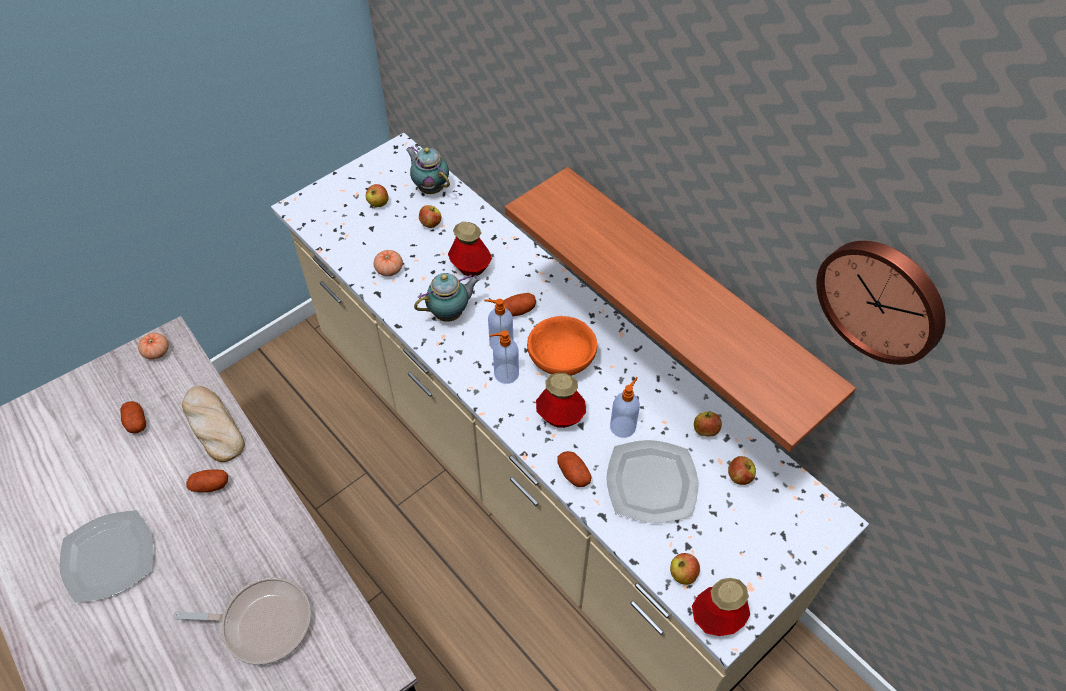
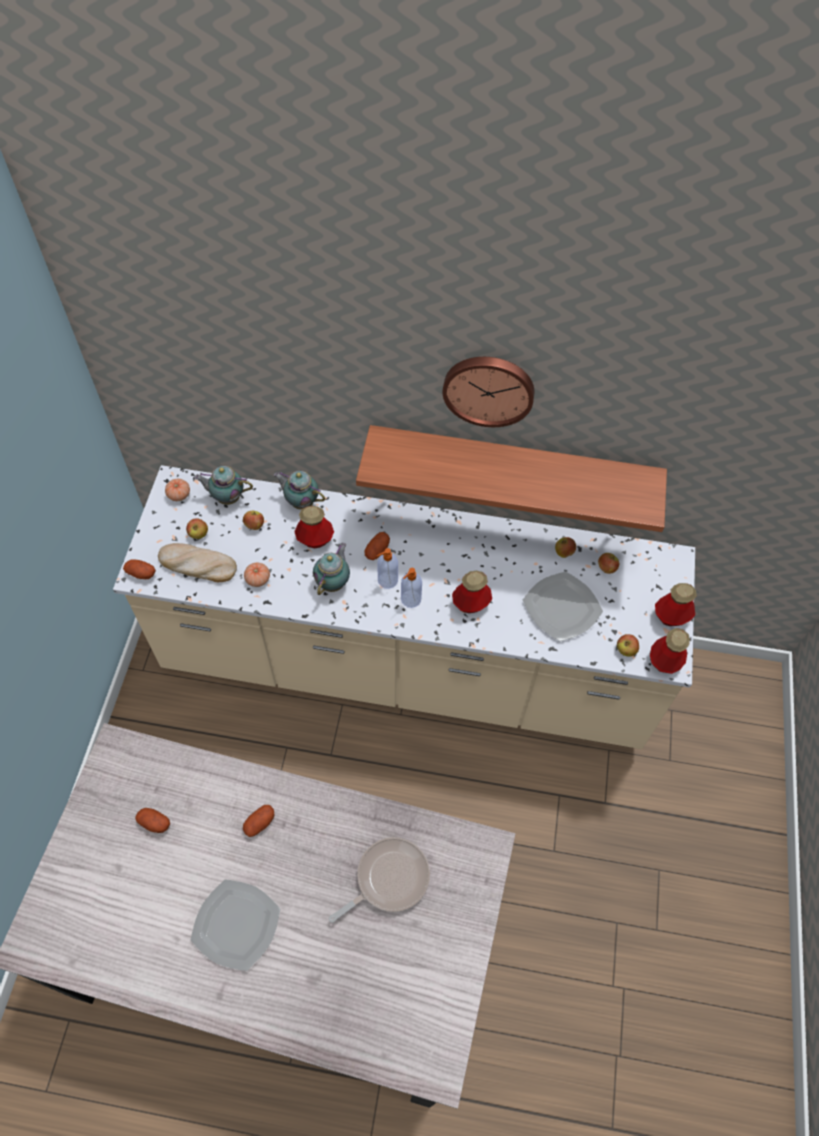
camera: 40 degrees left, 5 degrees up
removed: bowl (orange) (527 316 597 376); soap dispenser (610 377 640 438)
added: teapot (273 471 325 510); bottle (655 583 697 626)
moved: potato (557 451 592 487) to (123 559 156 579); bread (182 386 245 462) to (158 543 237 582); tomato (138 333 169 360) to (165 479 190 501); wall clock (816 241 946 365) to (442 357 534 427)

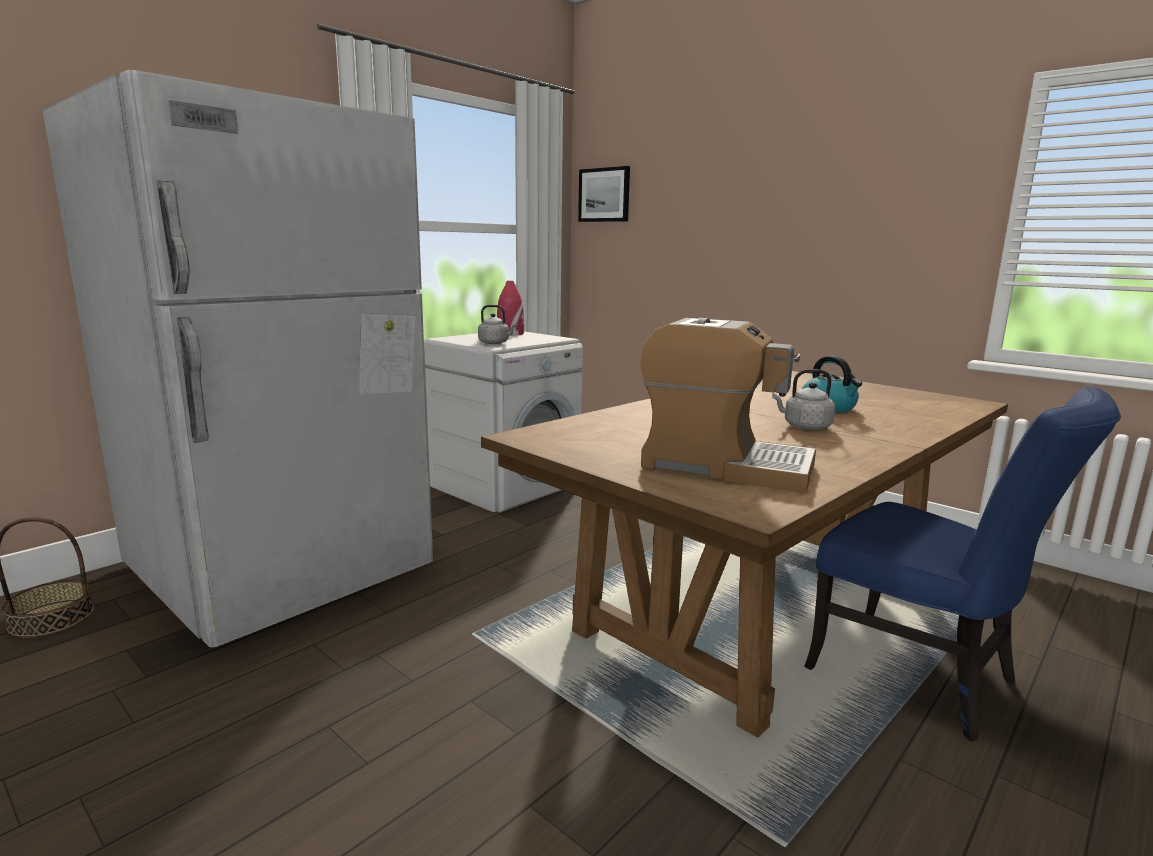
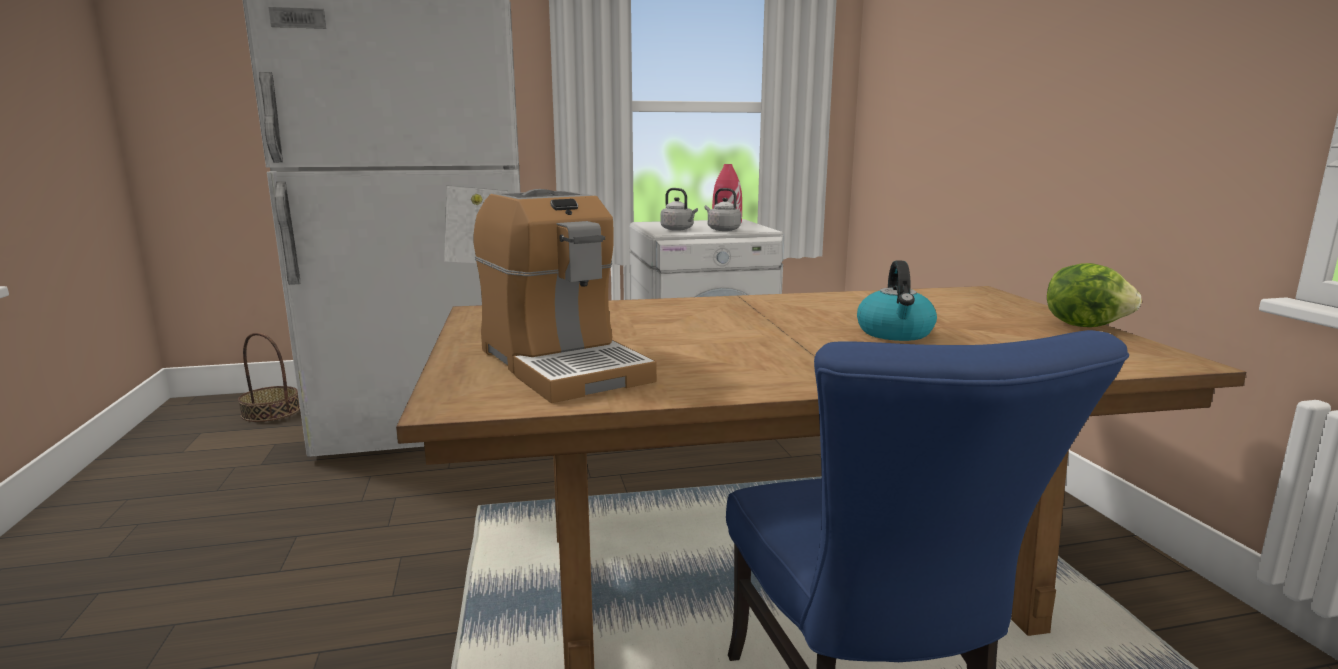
camera: 35 degrees right, 0 degrees up
removed: picture (578 166 630 222)
added: lettuce (1047 263 1142 327)
moved: kettle (grey) (772 369 836 430) to (704 188 741 231)

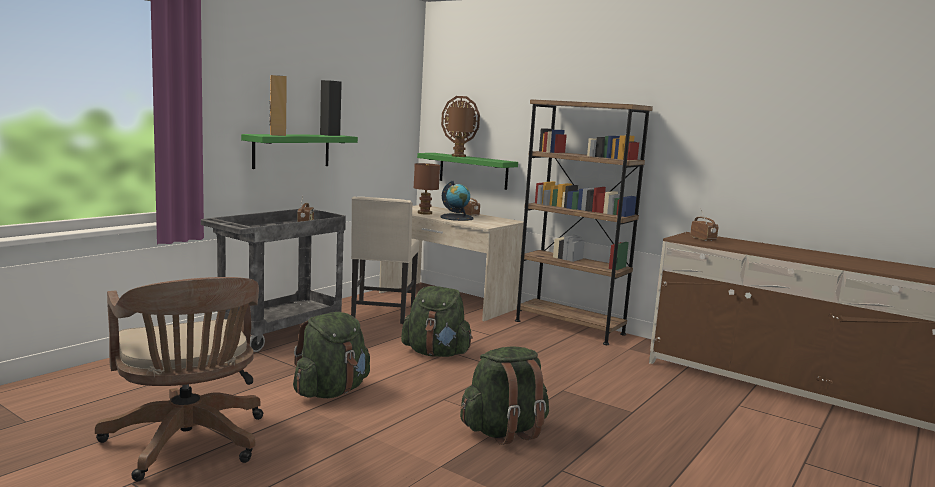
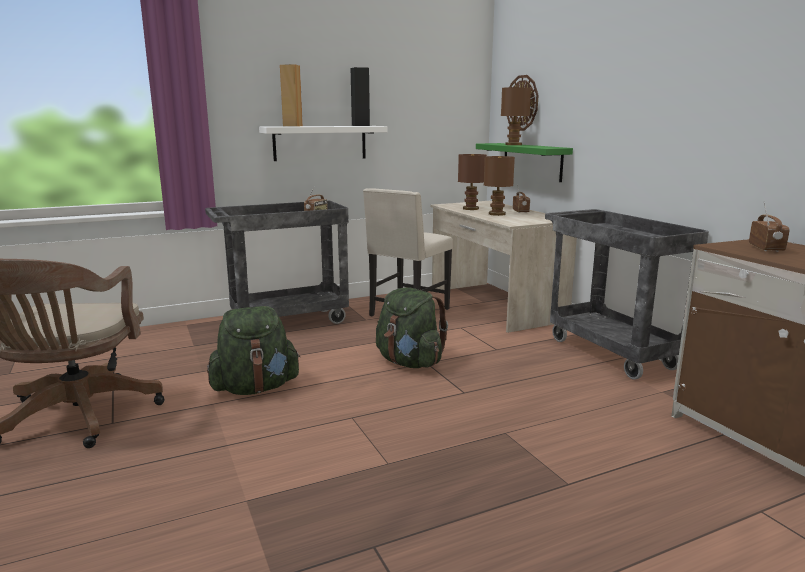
camera: 30 degrees right, 5 degrees up
removed: backpack (green) (460 347 549 445)
replaced: globe (440 181 474 221) to table lamp (brown) (484 156 515 216); bookcase (brown) (515 99 653 345) to cart (grey) (545 209 709 380)
recoloured: shelf (green) (241 134 358 169) to shelf (white) (259 126 388 161)

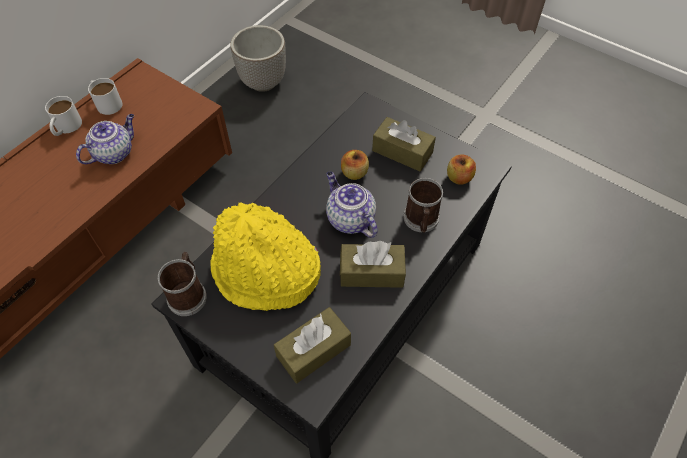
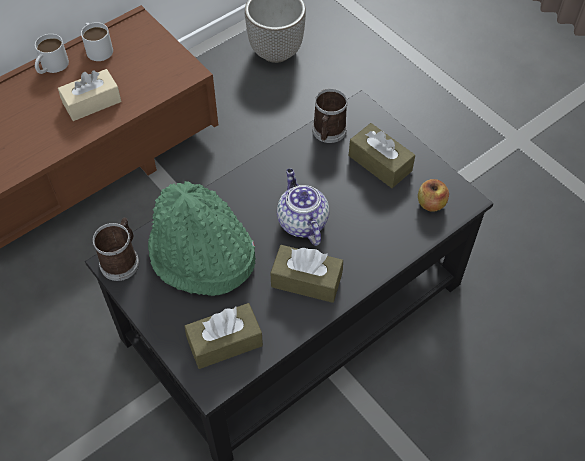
camera: 15 degrees right, 0 degrees up
removed: apple (341 150 369 180)
moved: mug (403 178 443 232) to (312 89 347 143)
replaced: teapot (76 114 134 164) to tissue box (beige) (58 69 121 121)
recoloured: hat (yellow) (210 202 321 311) to hat (green) (148 181 256 296)

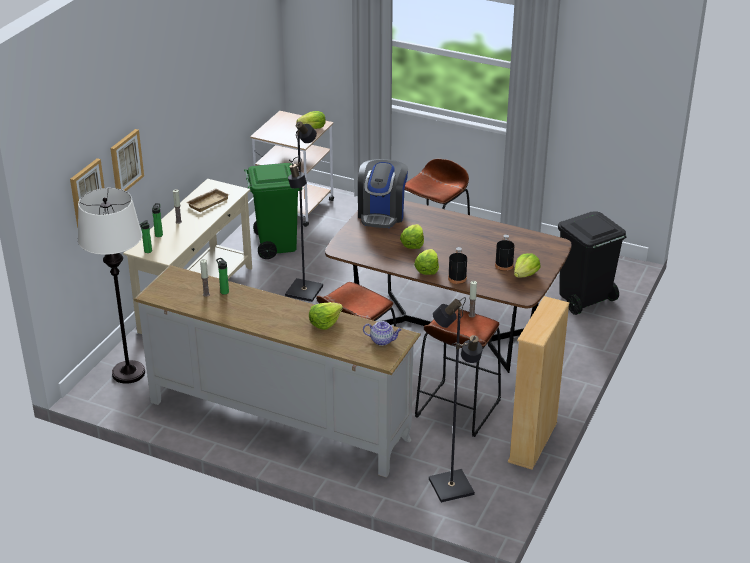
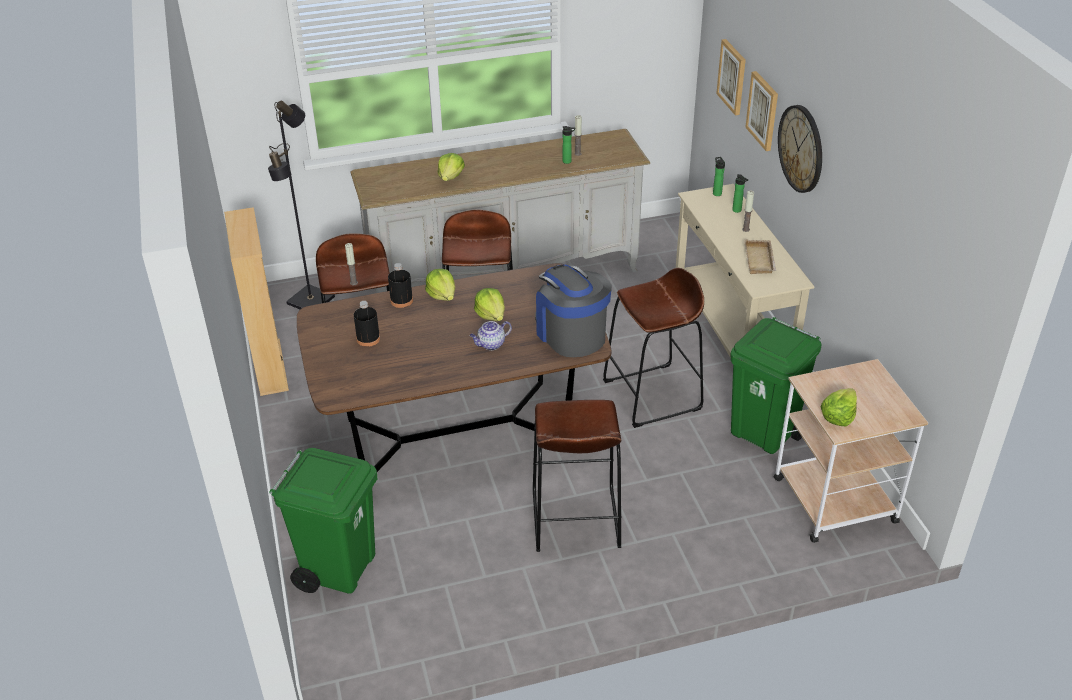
camera: 140 degrees right, 5 degrees up
removed: floor lamp (white) (78 188 145 384); lettuce (514 253 541 278)
added: wall clock (778 105 822 193)
moved: teapot (363 321 402 346) to (470 321 512 350)
replaced: floor lamp (black) (285 122 323 302) to stool (brown) (603 268 704 428)
recoloured: trash can (black) (558 211 627 315) to trash can (green) (269 448 377 594)

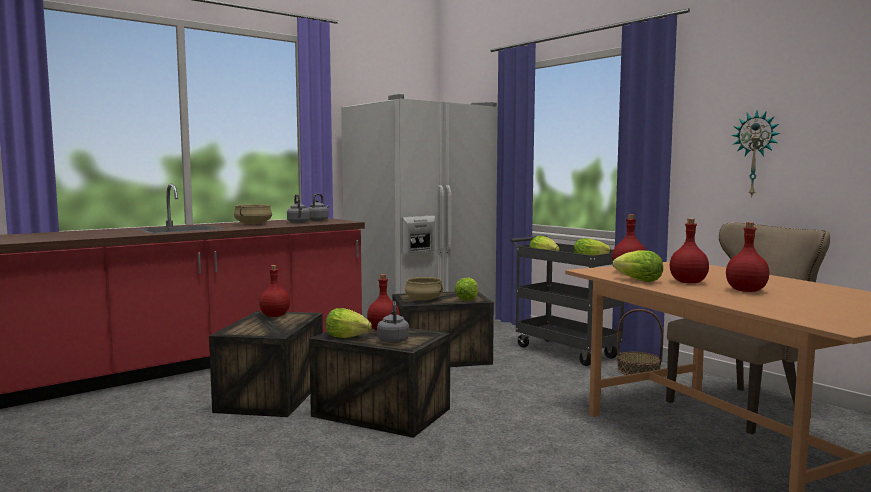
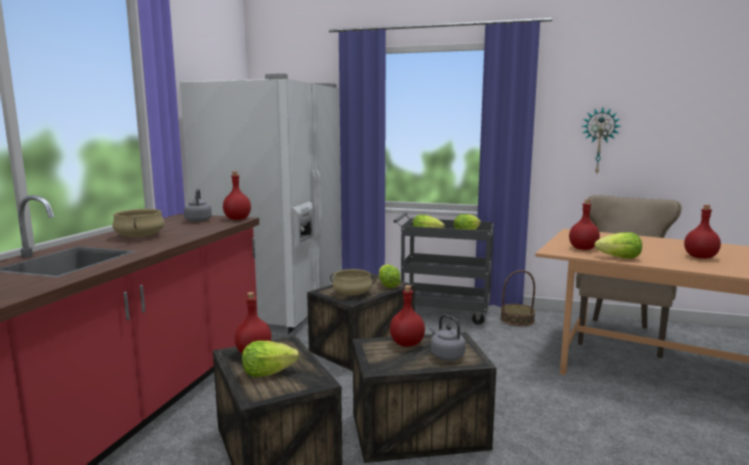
camera: 35 degrees left, 5 degrees up
removed: kettle (grey) (287 194 310 223)
moved: bottle (red) (670 218 709 283) to (223 171 251 220); lettuce (325 308 372 338) to (242 341 299 377)

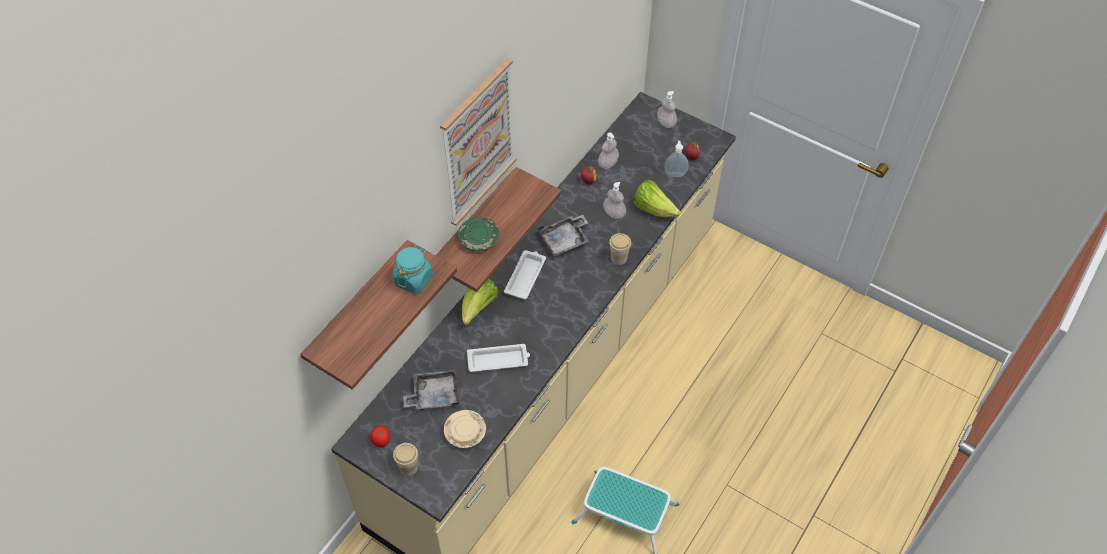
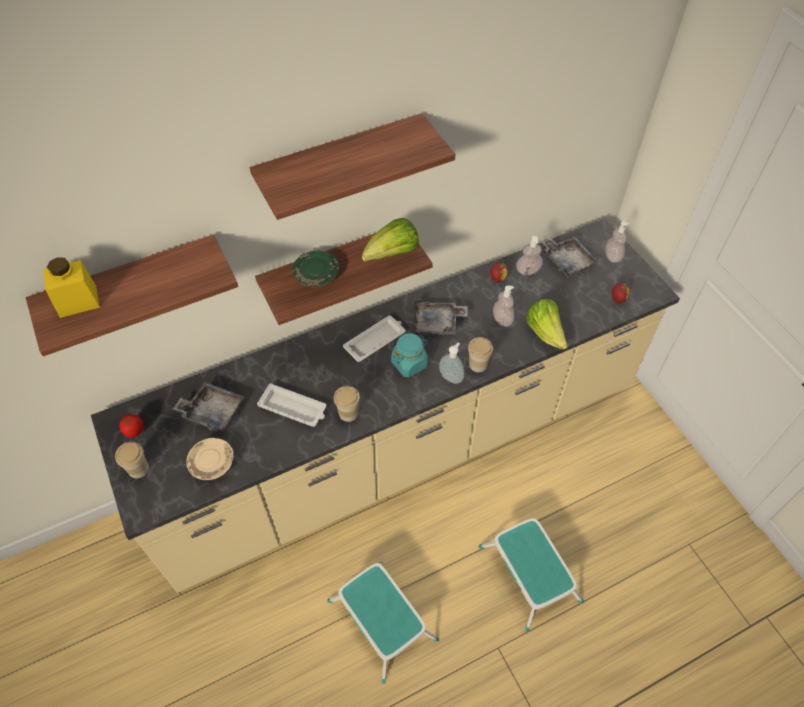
camera: 30 degrees right, 0 degrees up
added: jar (yellow) (43 257 100 318); cup (334 386 360 422); step ladder (turquoise) (478 518 584 632); tray (grey) (541 236 598 277)
moved: lettuce (461 279 499 325) to (362 218 419 262); jar (turquoise) (392 246 433 294) to (391 333 428 377); soap dispenser (665 141 688 177) to (439 343 464 384)
replaced: picture (440 58 516 226) to shelf (250 113 455 220)

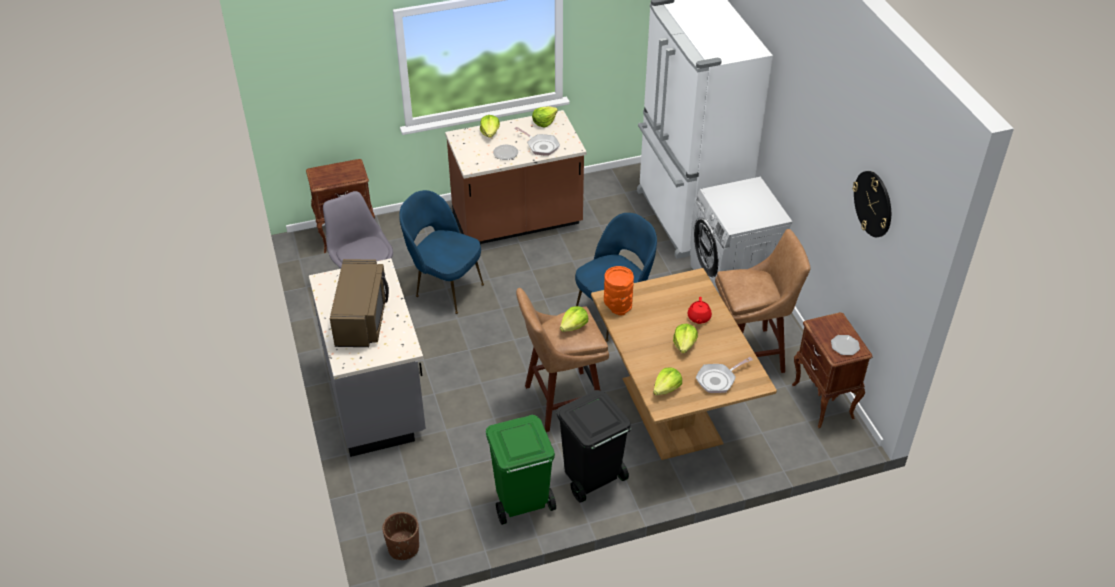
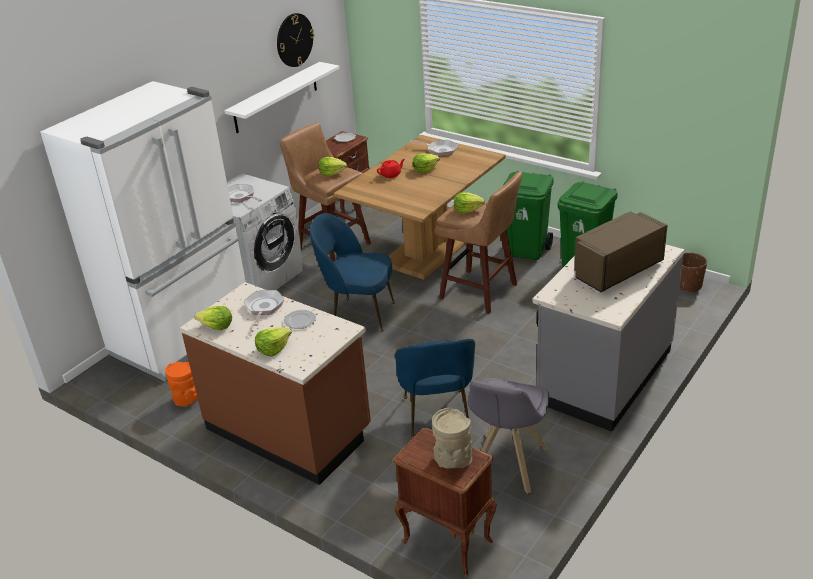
camera: 125 degrees left, 10 degrees down
added: shelf (white) (224 62 340 133); frying pan (228 184 262 202); vase (beige) (432 407 472 469)
moved: vase (orange) (604 266 634 316) to (165 362 198 407); lettuce (653 368 682 396) to (319 157 347 176)
recoloured: trash can (black) (557 390 631 503) to trash can (green) (503 171 554 260)

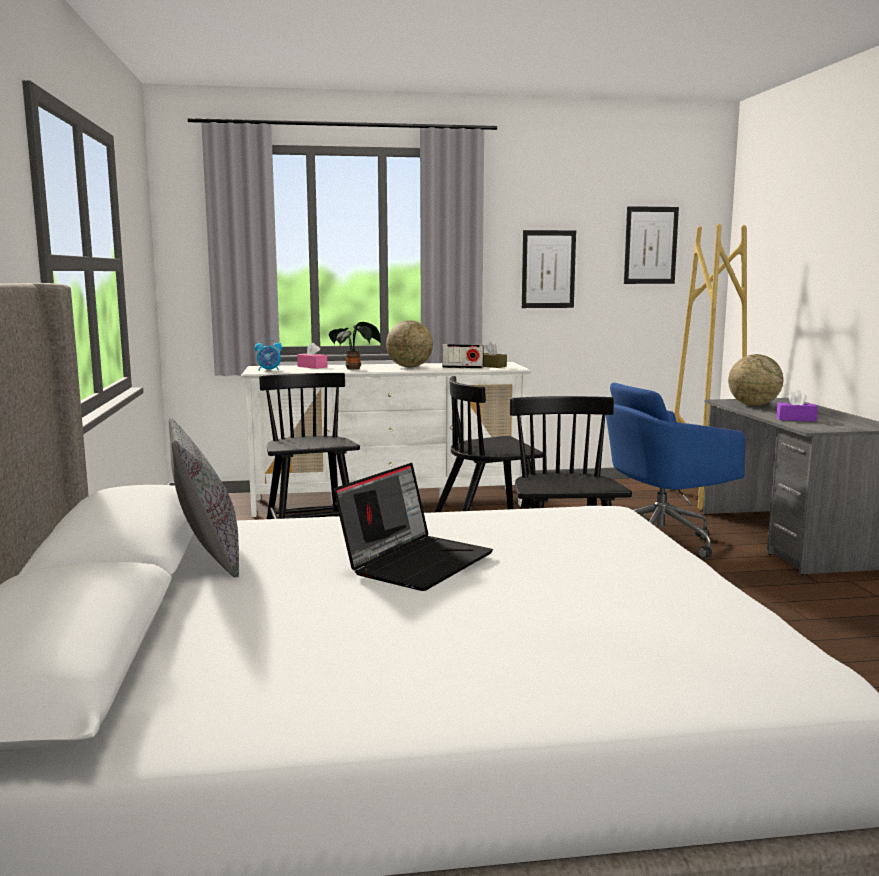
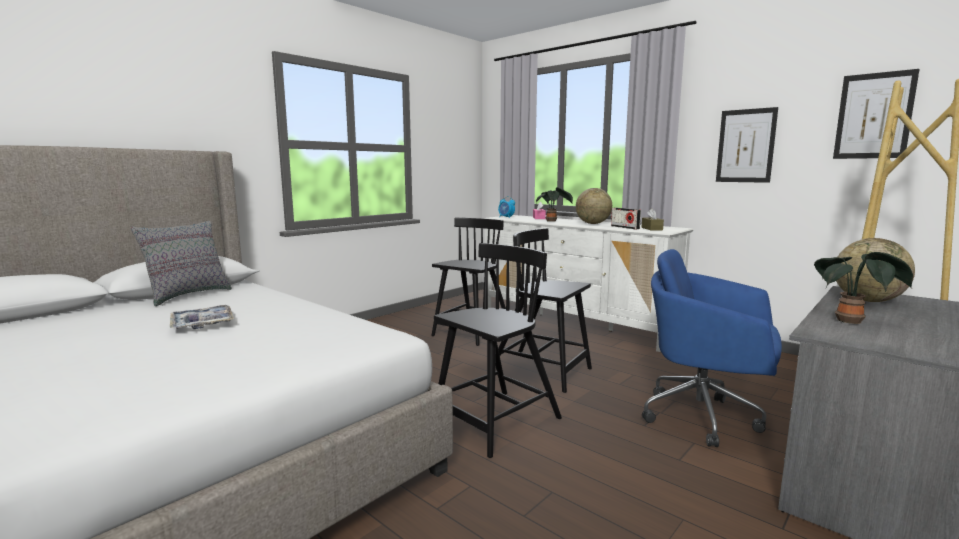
camera: 50 degrees right, 0 degrees up
replaced: laptop (334 463 493 591) to tray (170 305 234 329); tissue box (purple) (776 390 818 422) to potted plant (814 252 913 324)

